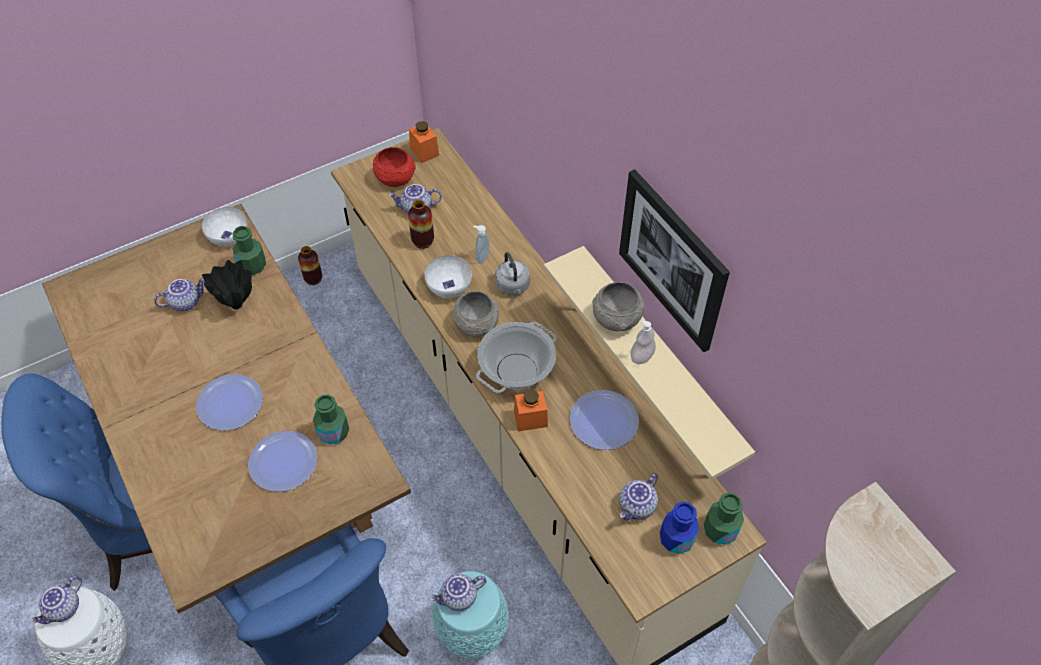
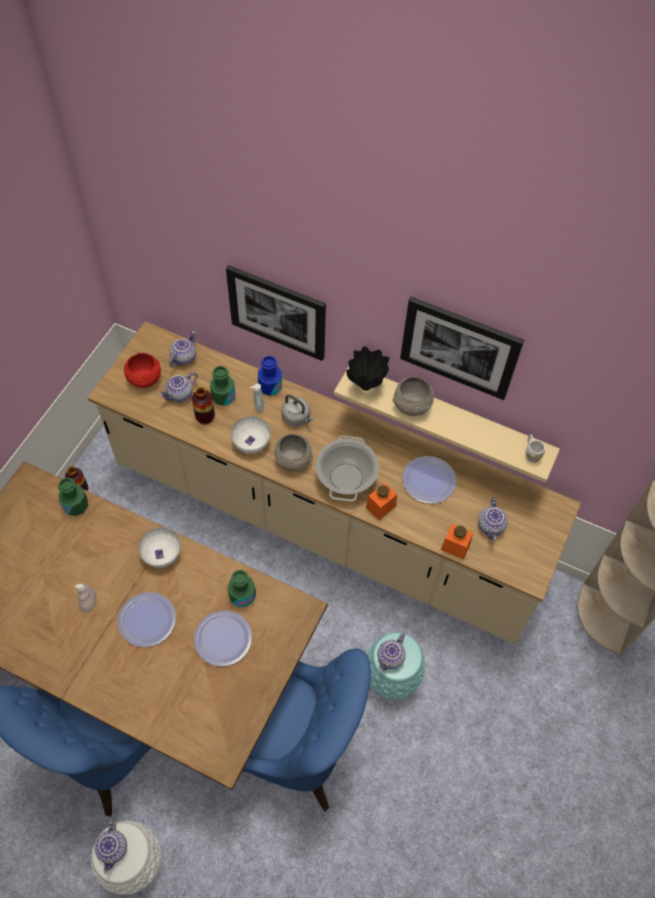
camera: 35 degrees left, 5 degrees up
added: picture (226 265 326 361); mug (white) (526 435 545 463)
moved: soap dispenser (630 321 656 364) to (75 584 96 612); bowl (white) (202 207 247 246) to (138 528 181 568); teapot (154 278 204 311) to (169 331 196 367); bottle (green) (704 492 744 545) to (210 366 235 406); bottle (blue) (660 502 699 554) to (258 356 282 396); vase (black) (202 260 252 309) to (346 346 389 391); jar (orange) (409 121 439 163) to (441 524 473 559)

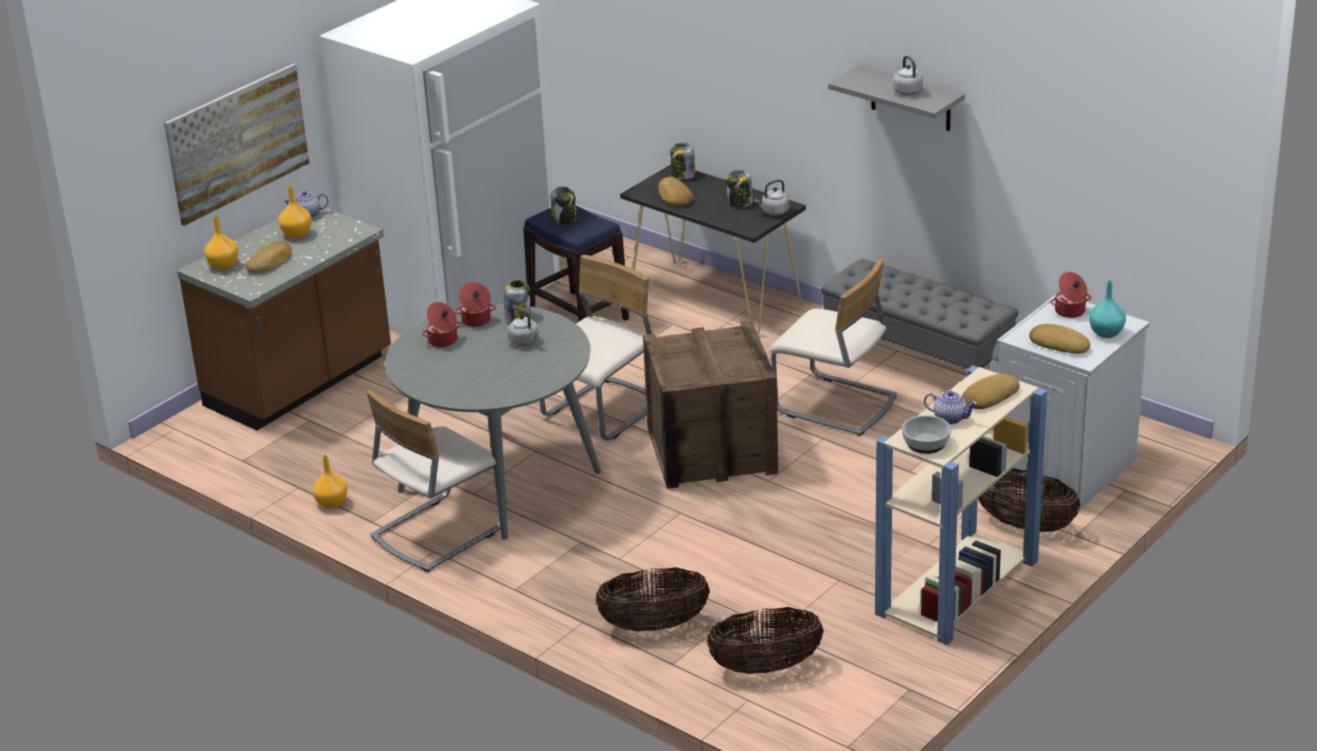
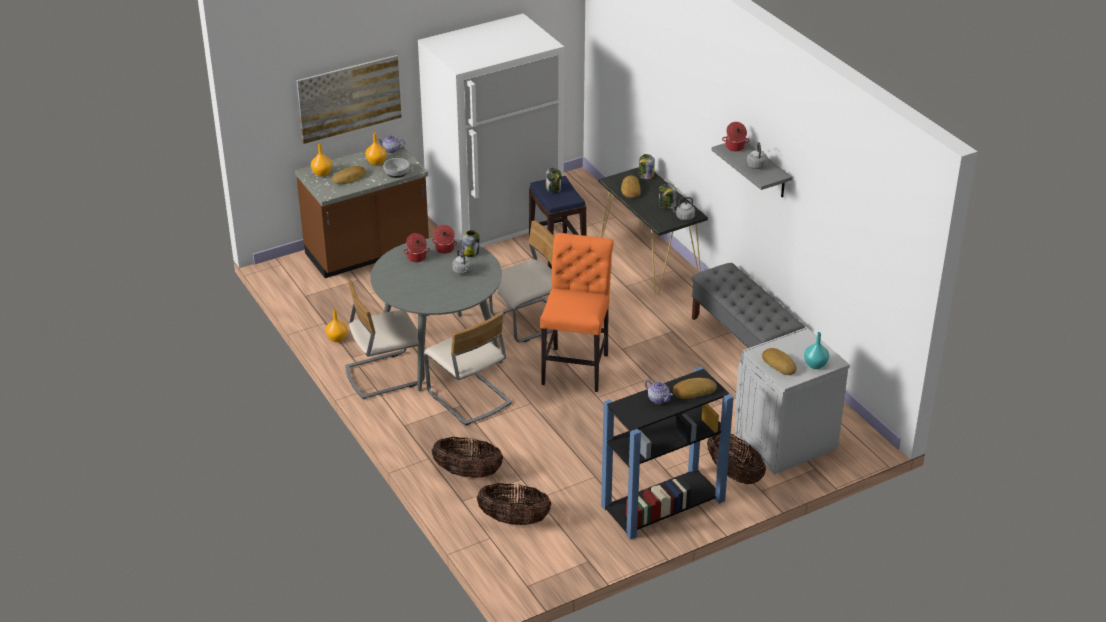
camera: 20 degrees right, 5 degrees up
moved: bowl (902 415 951 454) to (383 158 409 178); chair (beige) (770 259 897 436) to (424 312 512 426); cooking pot (1050 272 1091 318) to (722 122 750 151)
replaced: crate (643 321 778 489) to stool (orange) (540 233 614 392)
recoloured: bookcase (beige) (875 366 1047 645) to bookcase (black) (601 366 734 540)

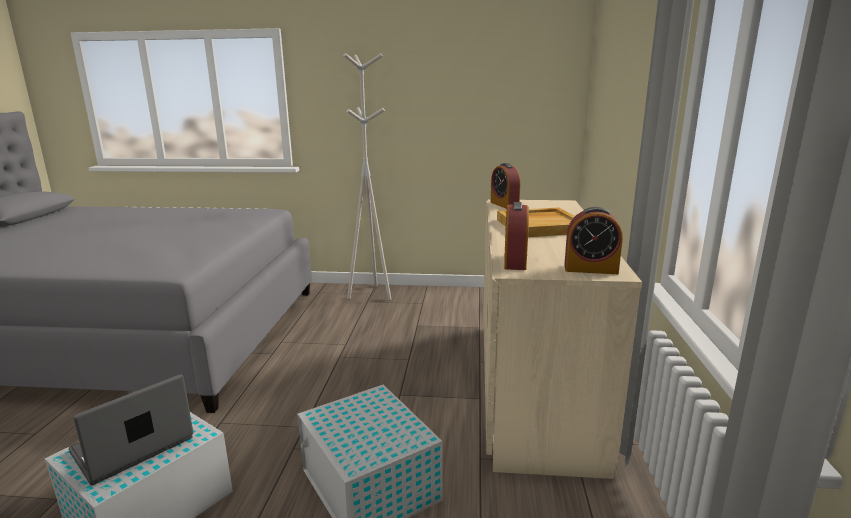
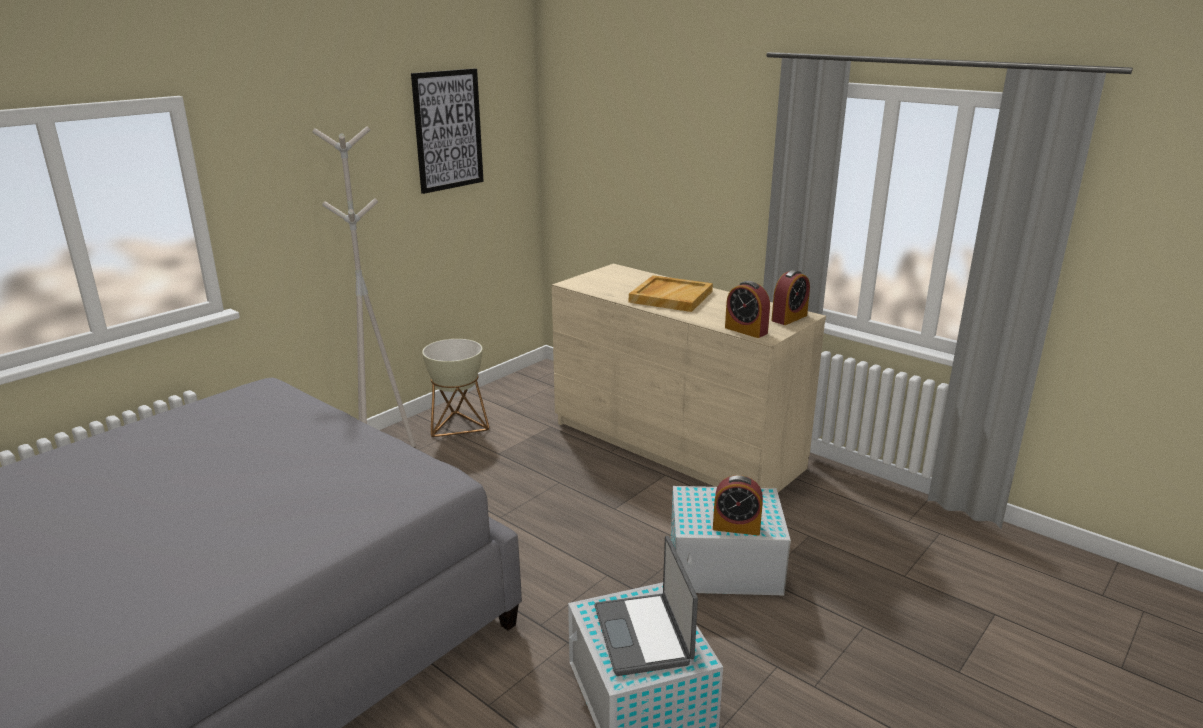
camera: 55 degrees left, 5 degrees up
added: picture (411 68 484 194); planter (422 339 489 437)
moved: alarm clock (491 163 521 209) to (713 475 763 536)

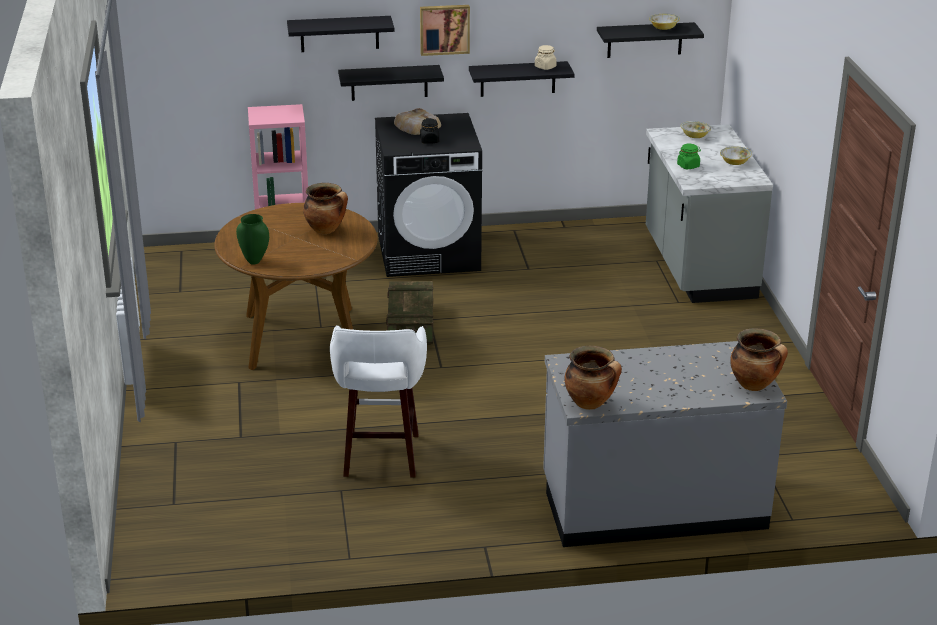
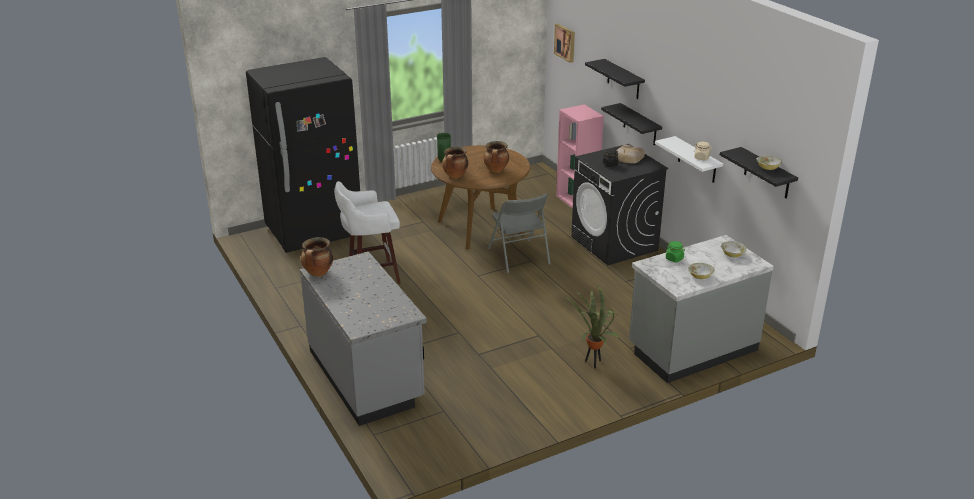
camera: 70 degrees right, 0 degrees up
added: fridge (black) (246 57 360 253); potted plant (566 285 618 369)
moved: cooking pot (730 328 788 391) to (442 147 469 179); picture (420 5 470 56) to (554 24 575 63)
replaced: crate (386 281 433 345) to chair (grey) (487 194 551 273)
recoloured: shelf (black) (469 61 575 97) to shelf (white) (655 136 723 183)

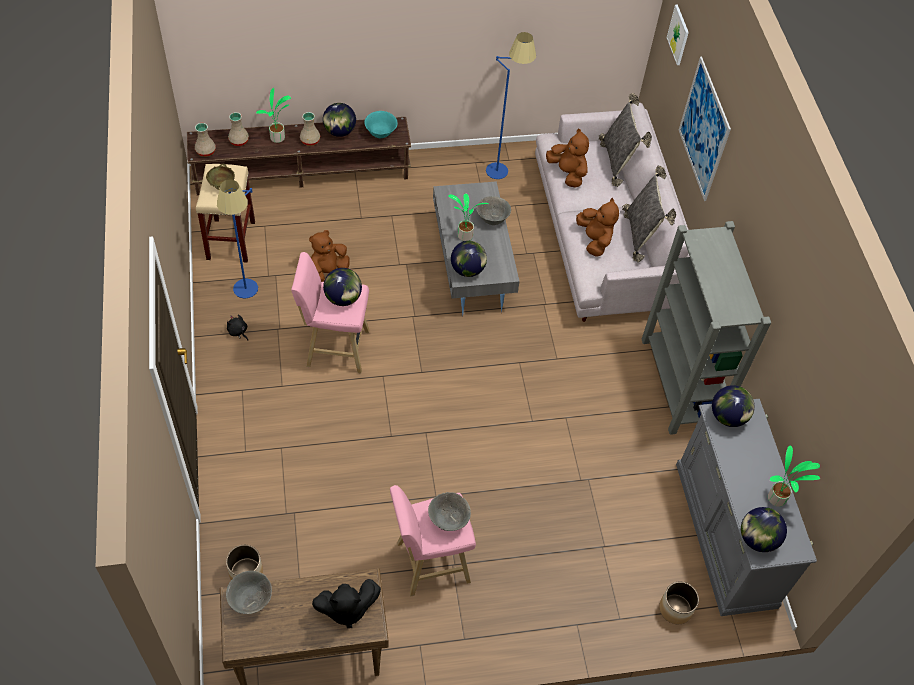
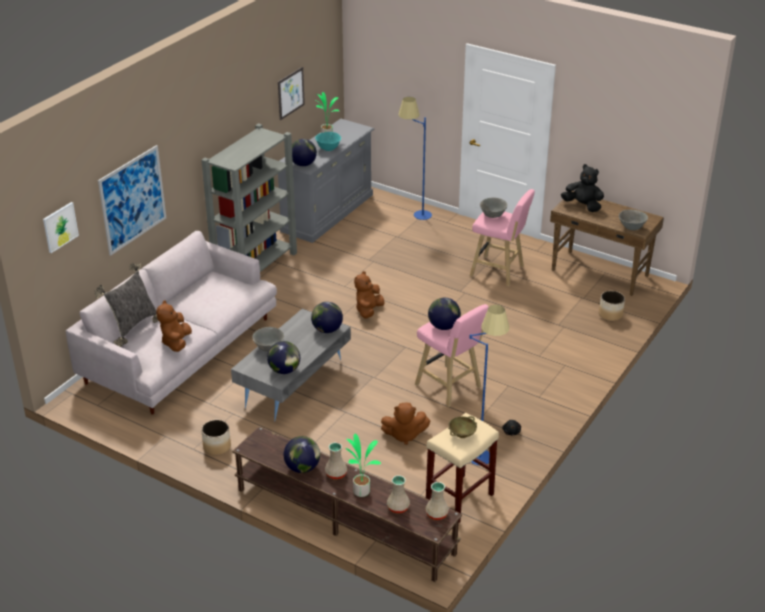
camera: 135 degrees left, 20 degrees down
removed: potted plant (448 193 489 241); pillow (622 165 676 263)
added: picture (278 67 305 120)
moved: planter (659 582 699 624) to (201 420 231 456); globe (741 507 787 552) to (267 341 300 374); bowl (turquoise) (365 111 397 138) to (315 132 341 151); plush toy (brown) (576 198 619 257) to (354 271 385 319); floor lamp (blue) (486 32 536 179) to (398 97 432 220)

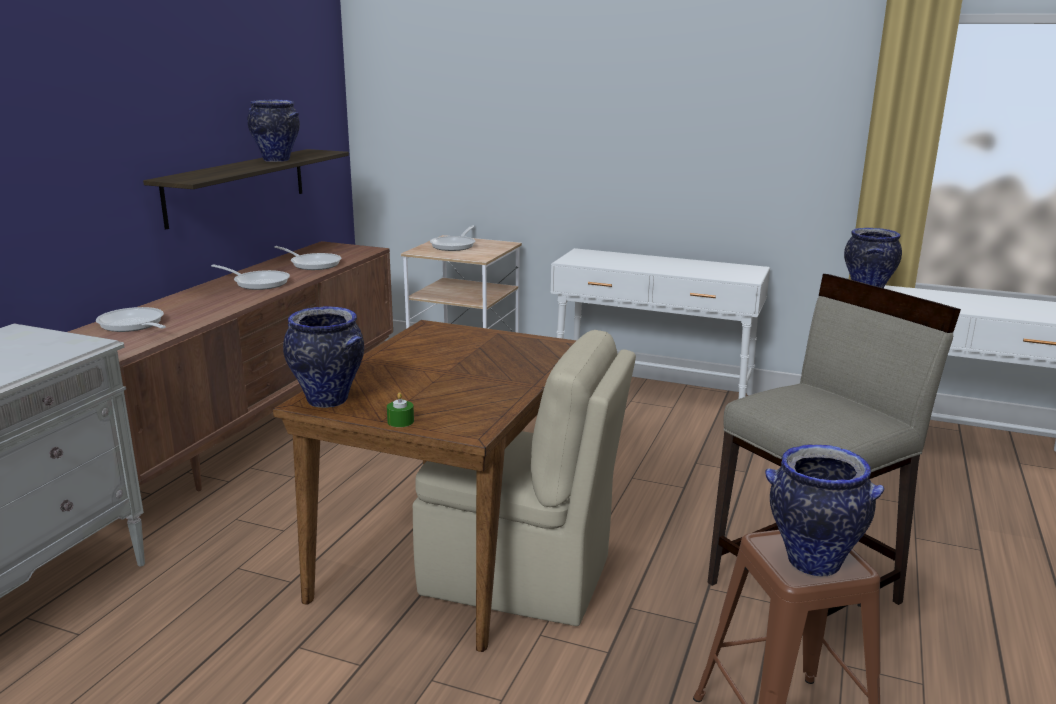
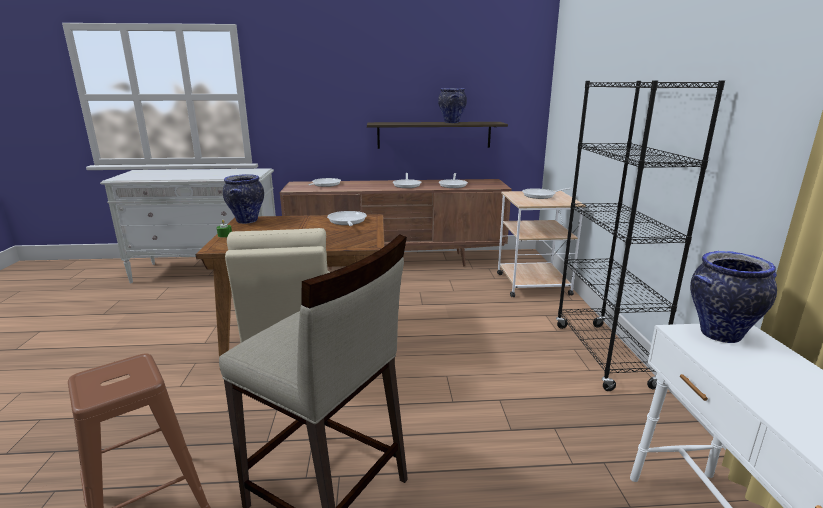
camera: 65 degrees right, 0 degrees up
removed: vase (765 445 884 577)
added: frying pan (327 211 367 226)
replaced: console table (white) (551 248 770 399) to bookcase (black) (556 80 725 391)

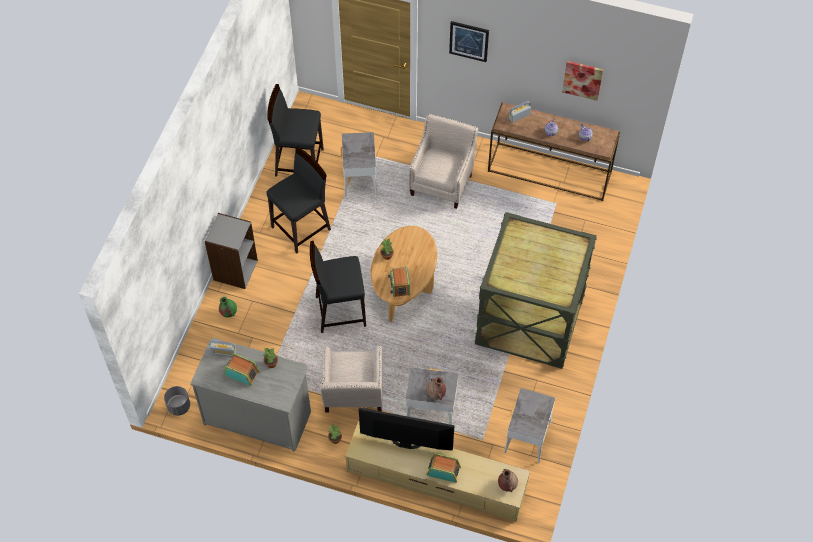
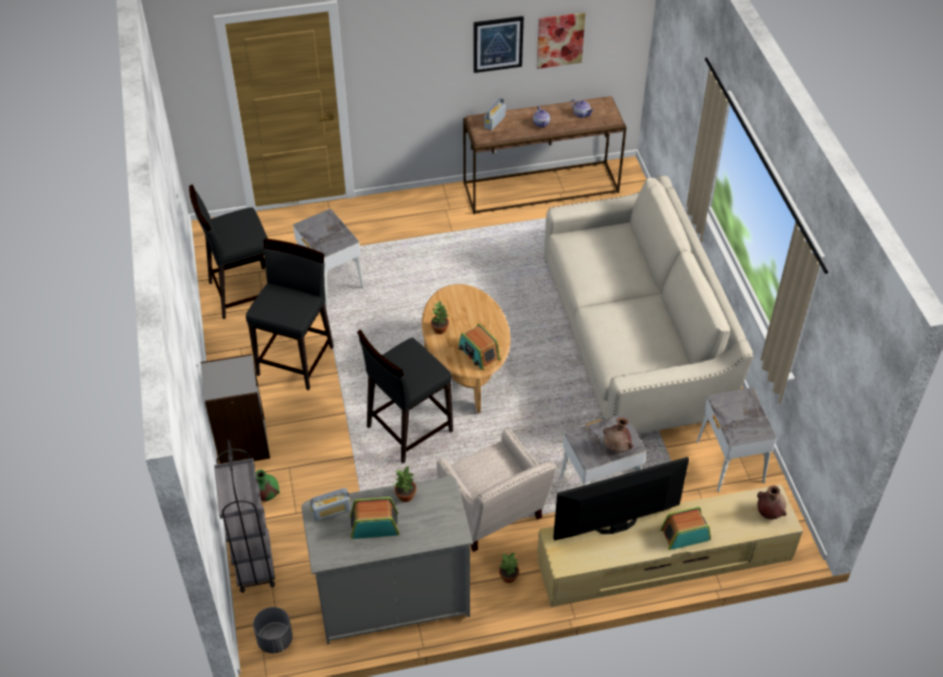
camera: 30 degrees left, 10 degrees down
removed: armchair (beige) (409 114 478 209)
added: cart (grey) (214 440 275 593)
moved: picture (449 21 489 62) to (474 16 524 73)
replaced: bookcase (475 212 597 369) to sofa (beige) (544 175 753 434)

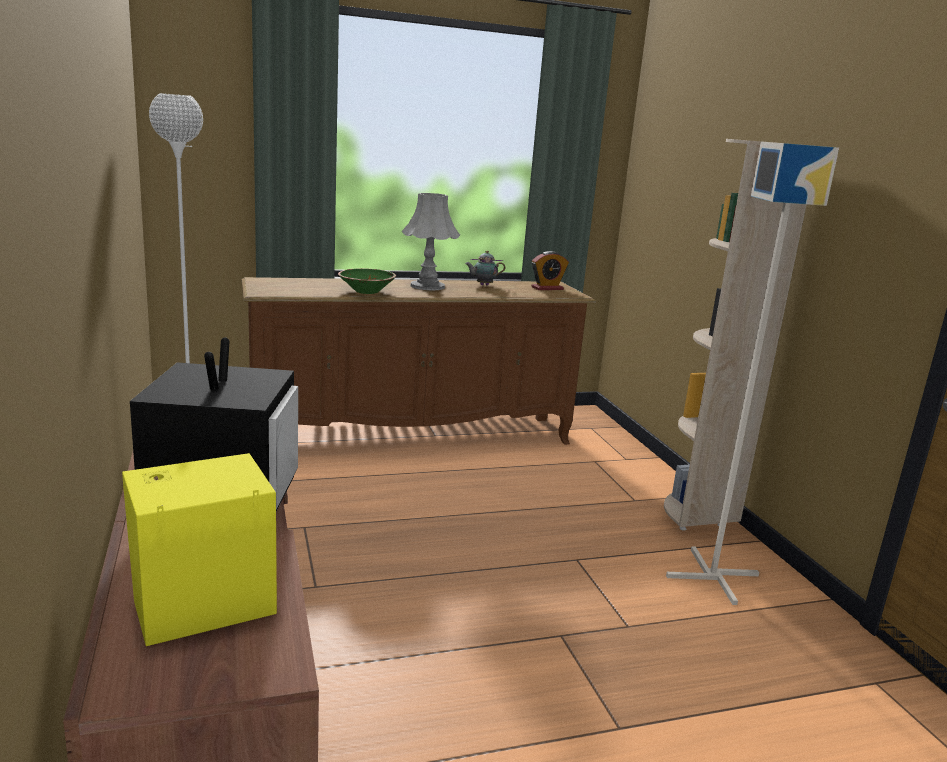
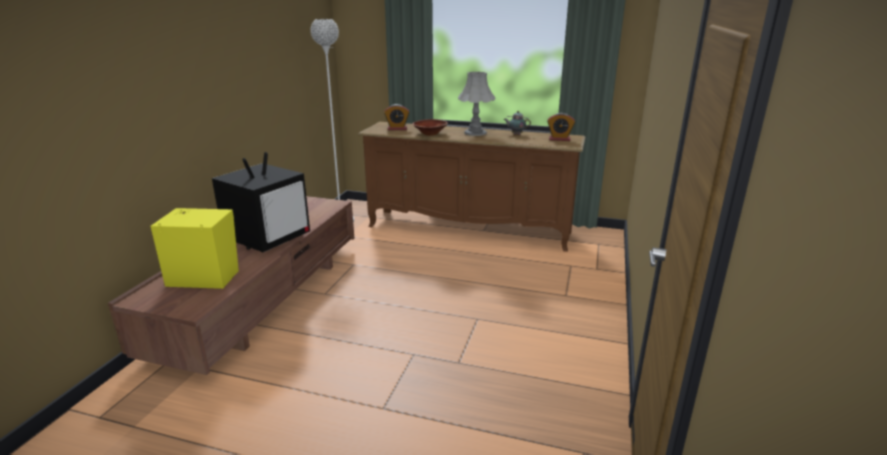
camera: 35 degrees right, 5 degrees up
removed: bookcase (beige) (664 139 813 531); floor lamp (grey) (666 142 839 605)
added: alarm clock (384 104 409 130)
recoloured: bowl (green) (338 268 396 294) to bowl (brown) (413 119 448 135)

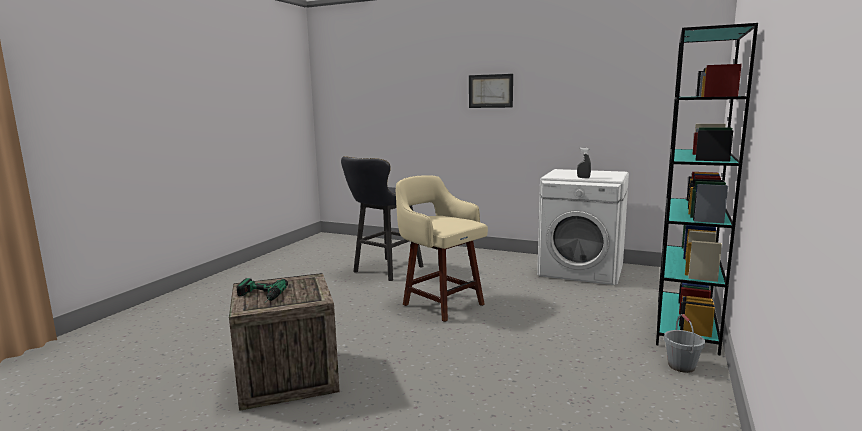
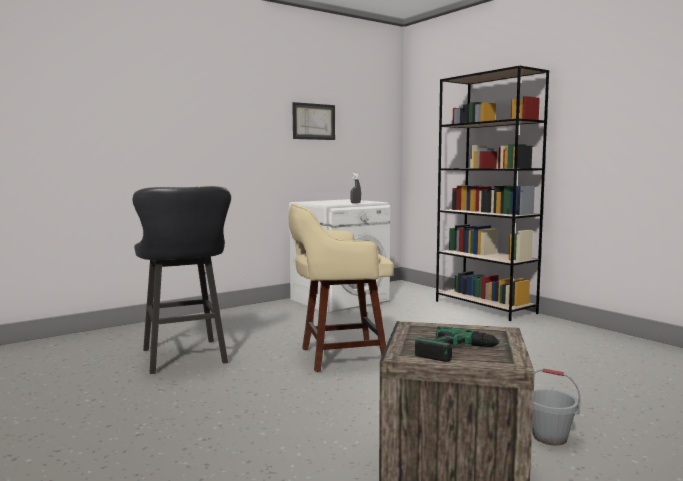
camera: 60 degrees left, 5 degrees down
moved: picture (469 74 513 108) to (292 102 335 140); bucket (grey) (664 314 705 373) to (532 368 581 445)
recoloured: bookcase (turquoise) (656 23 758 355) to bookcase (beige) (436 66 549 321)

